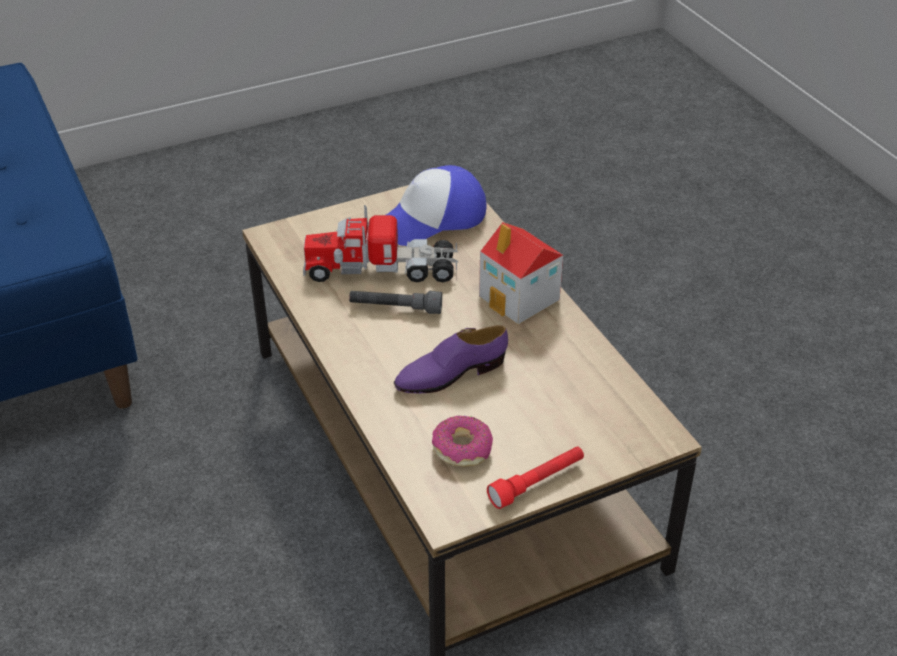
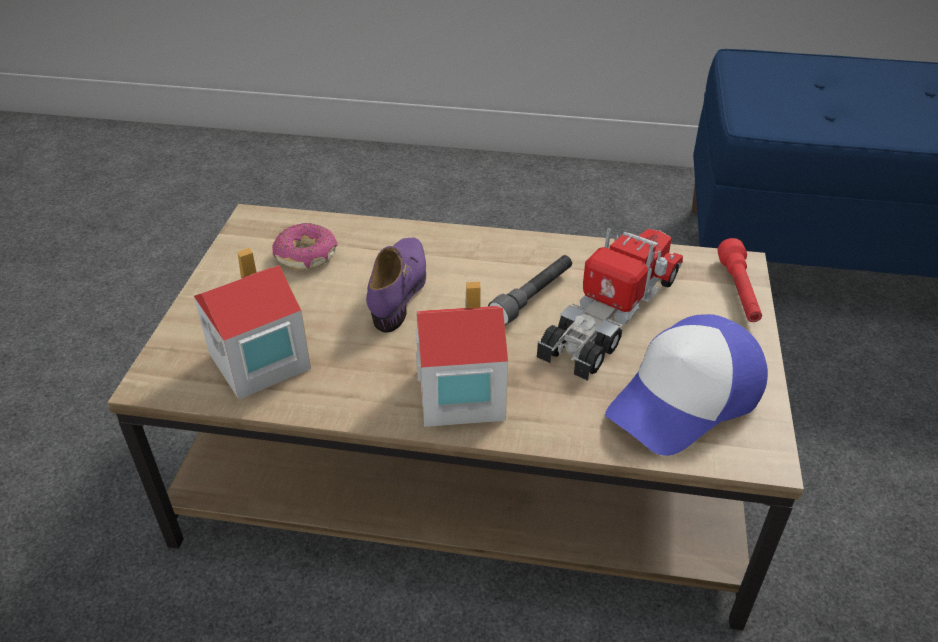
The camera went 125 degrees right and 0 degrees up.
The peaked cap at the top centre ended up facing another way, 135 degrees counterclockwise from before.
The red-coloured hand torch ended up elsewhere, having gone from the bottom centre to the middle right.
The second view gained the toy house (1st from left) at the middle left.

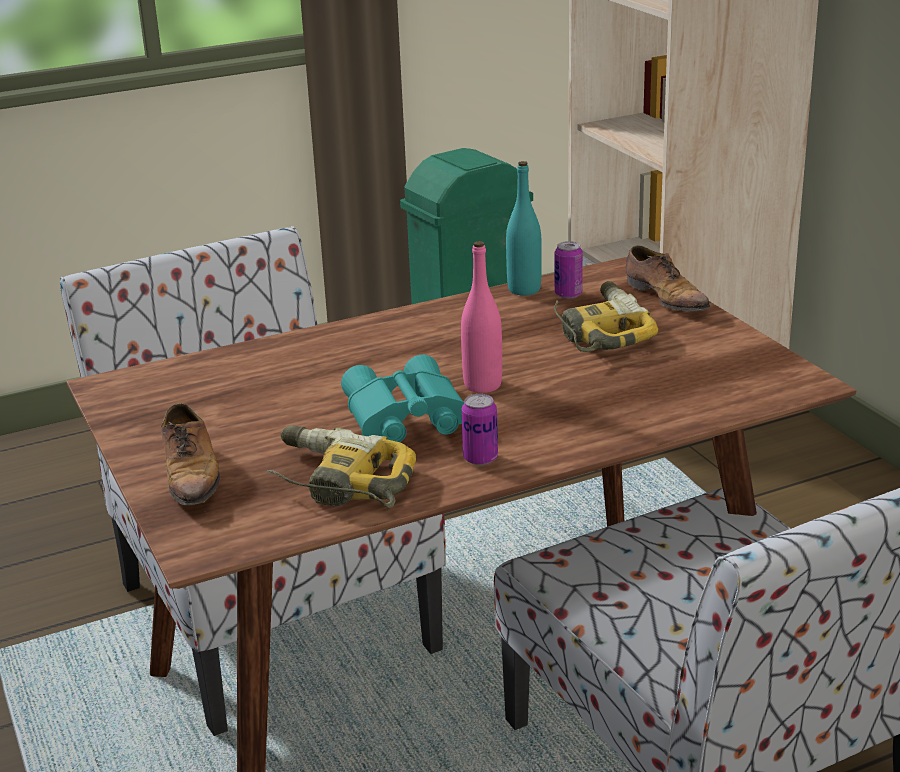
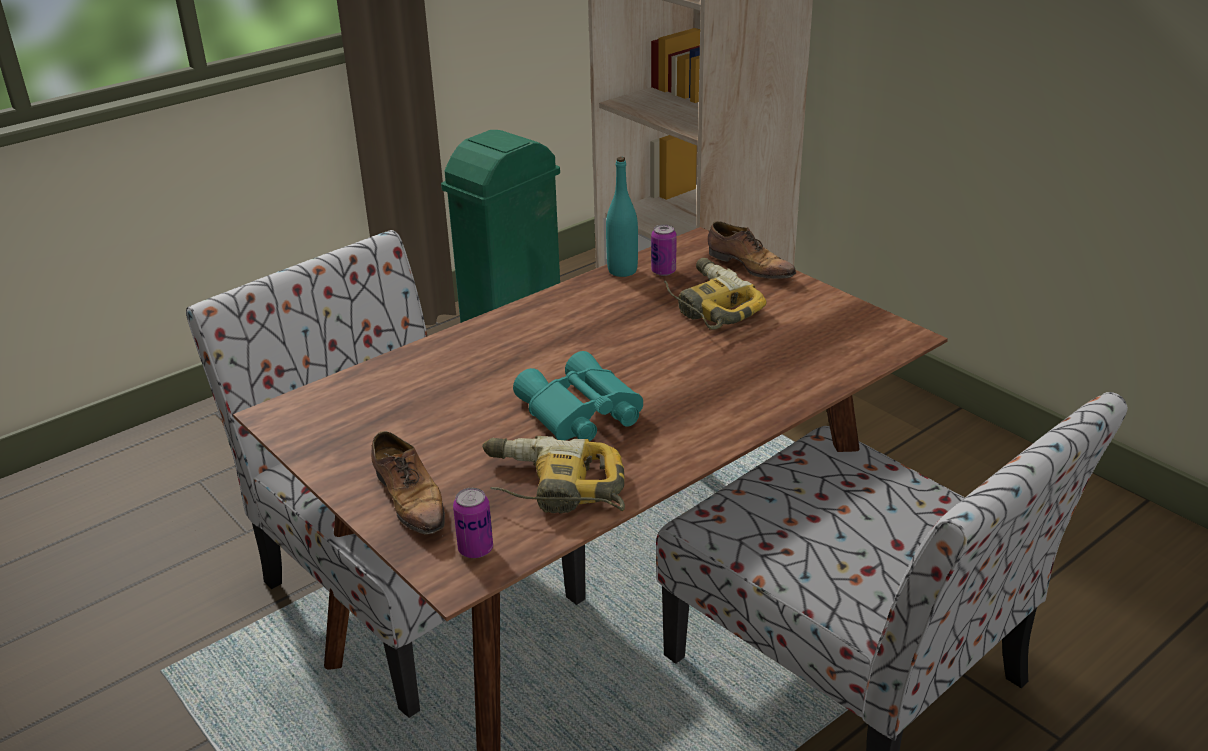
The camera went 15 degrees left and 5 degrees up.
The second view lost the pinkish beverage bottle at the centre.
The sealed can (1st from left) ended up elsewhere, having gone from the centre to the bottom centre.

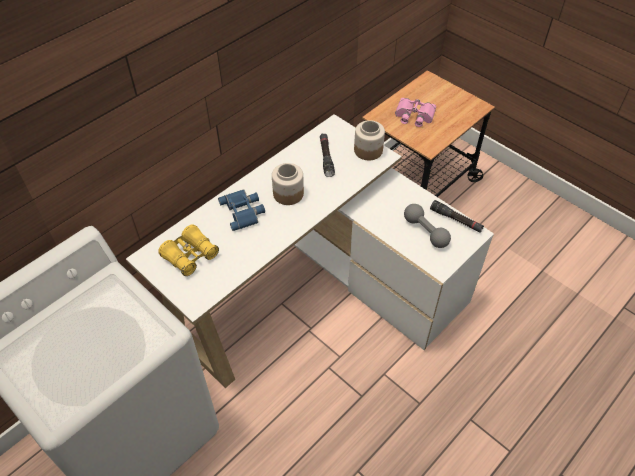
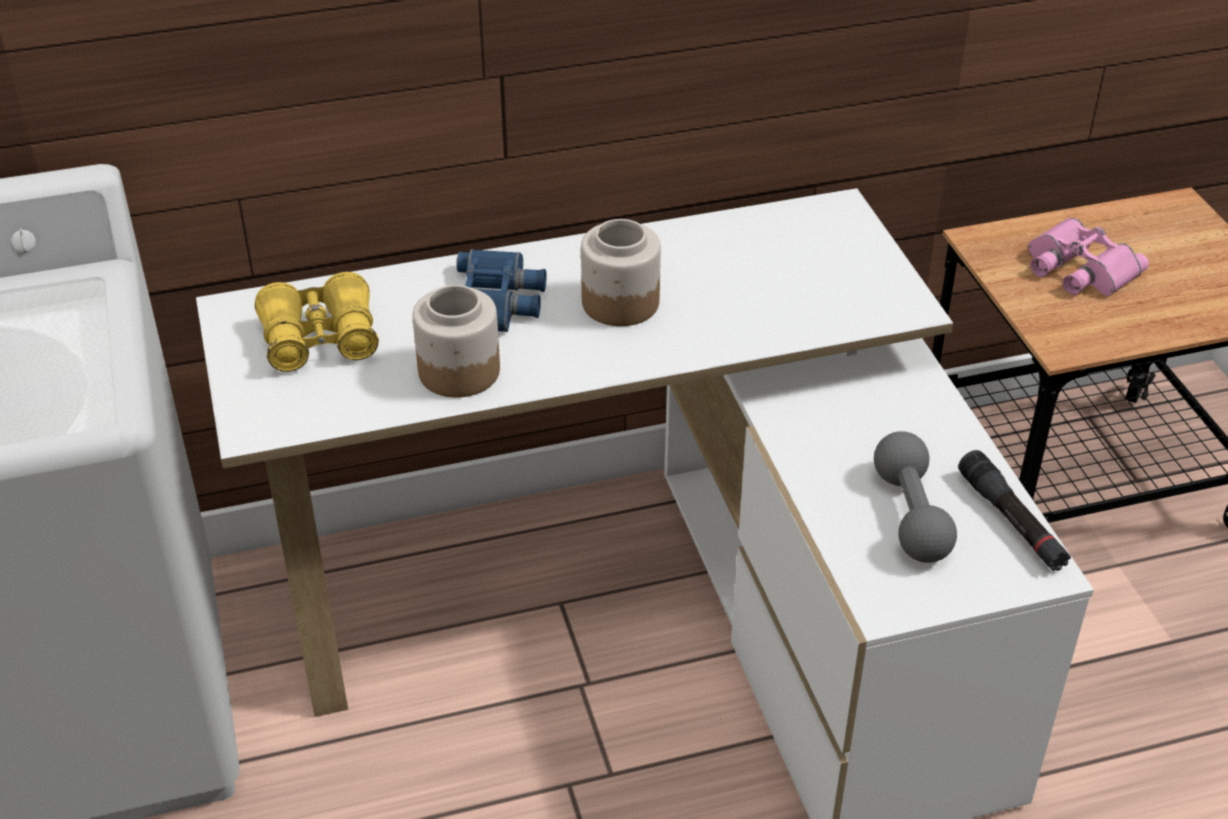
The camera went 30 degrees right and 10 degrees down.
The storage jar (2nd from left in the first image) ended up elsewhere, having gone from the top centre to the centre.
The second view lost the black hand torch (1st from left) at the top centre.

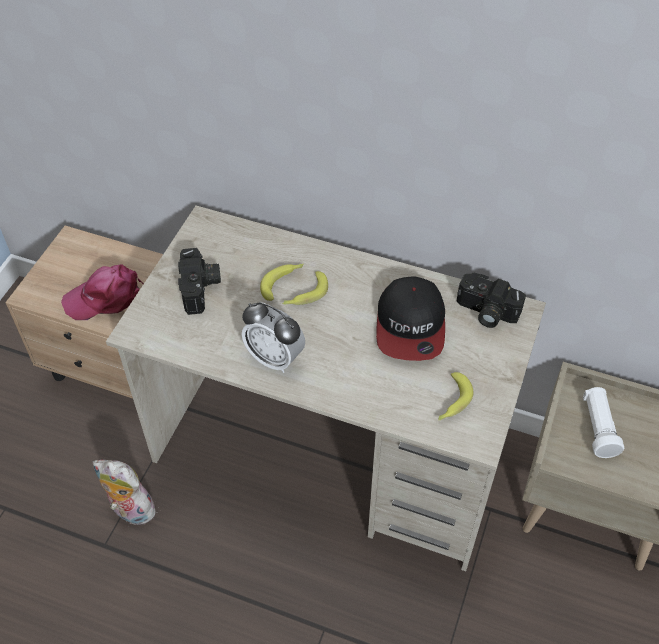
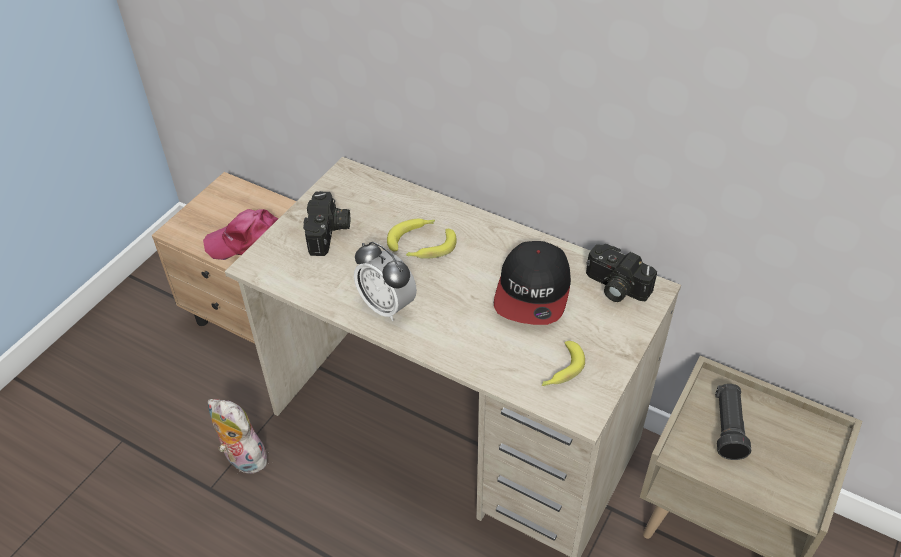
The camera went 10 degrees right and 5 degrees down.
What was the white-coloured hand torch at the middle right turned into the black hand torch at the bottom right.

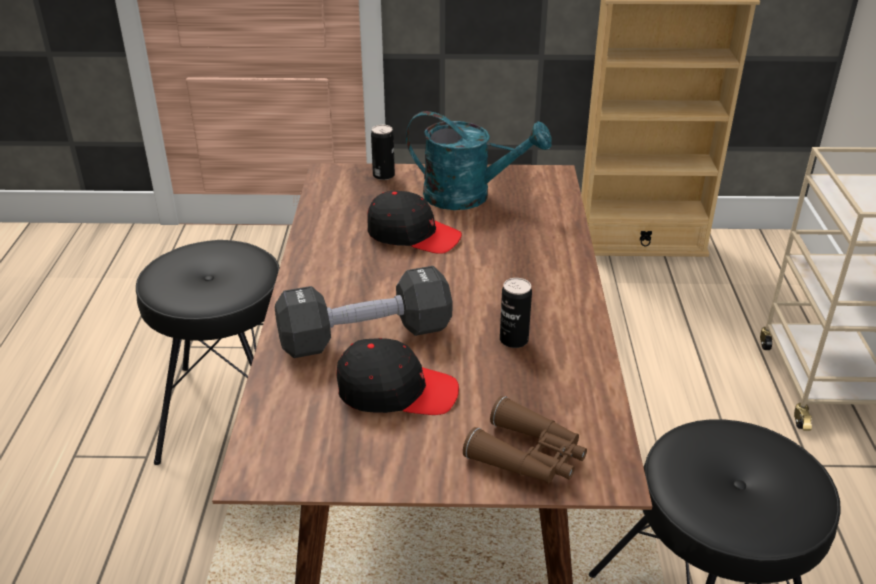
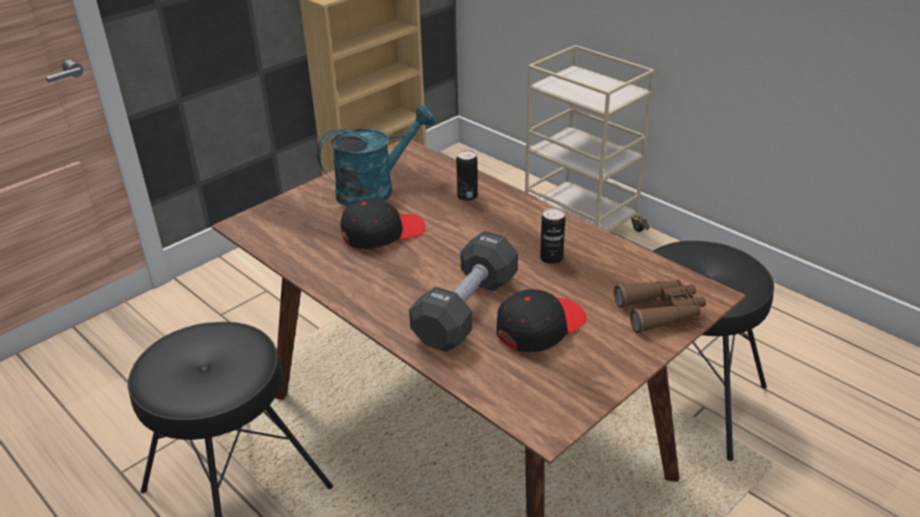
The camera went 45 degrees left and 0 degrees up.
The sealed can (1st from left) ended up elsewhere, having gone from the top centre to the centre.

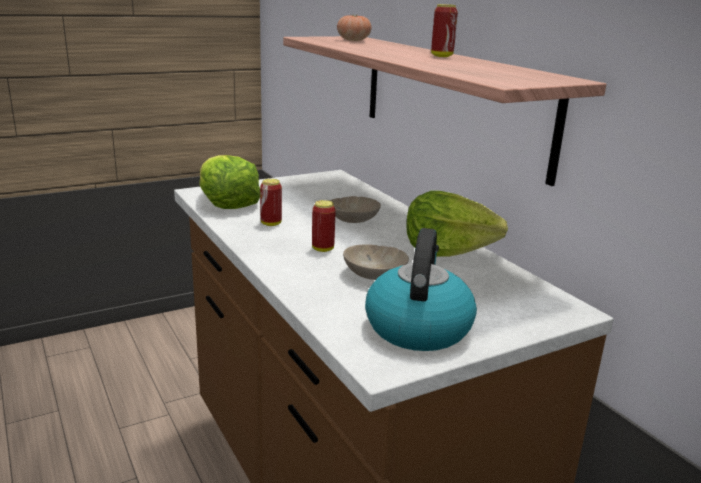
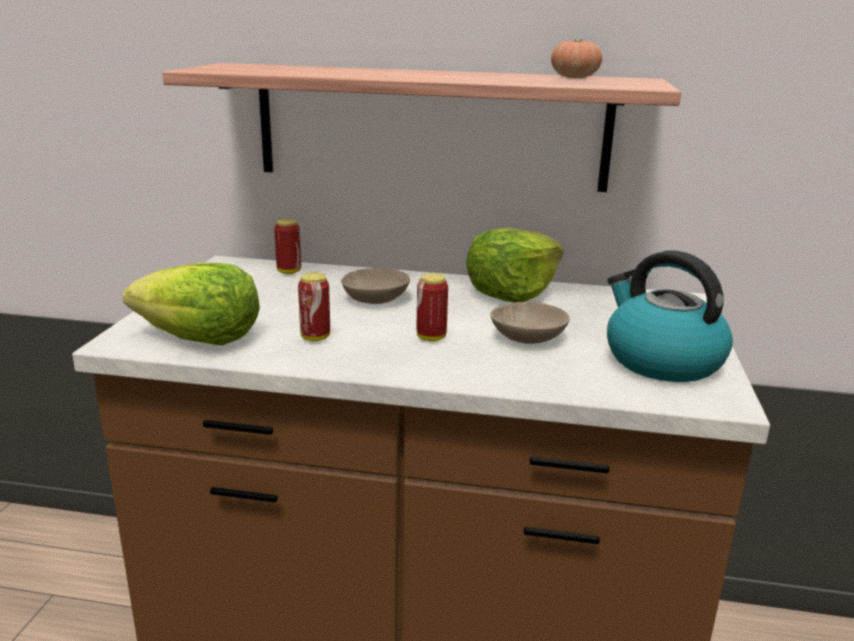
The camera went 50 degrees left and 0 degrees up.
The sealed can (3rd from left in the first image) ended up elsewhere, having gone from the top centre to the centre.
The tomato ended up elsewhere, having gone from the top centre to the top right.

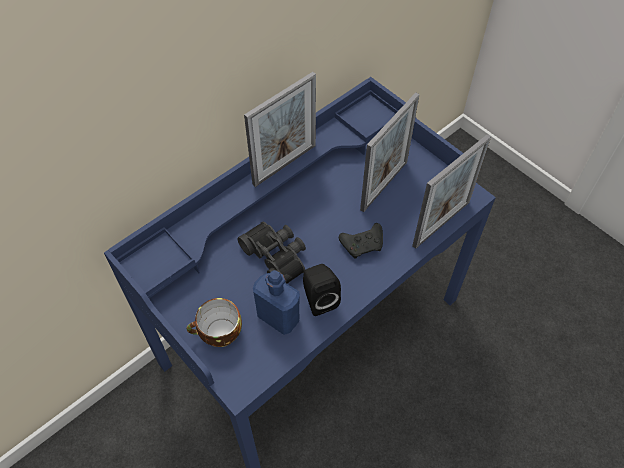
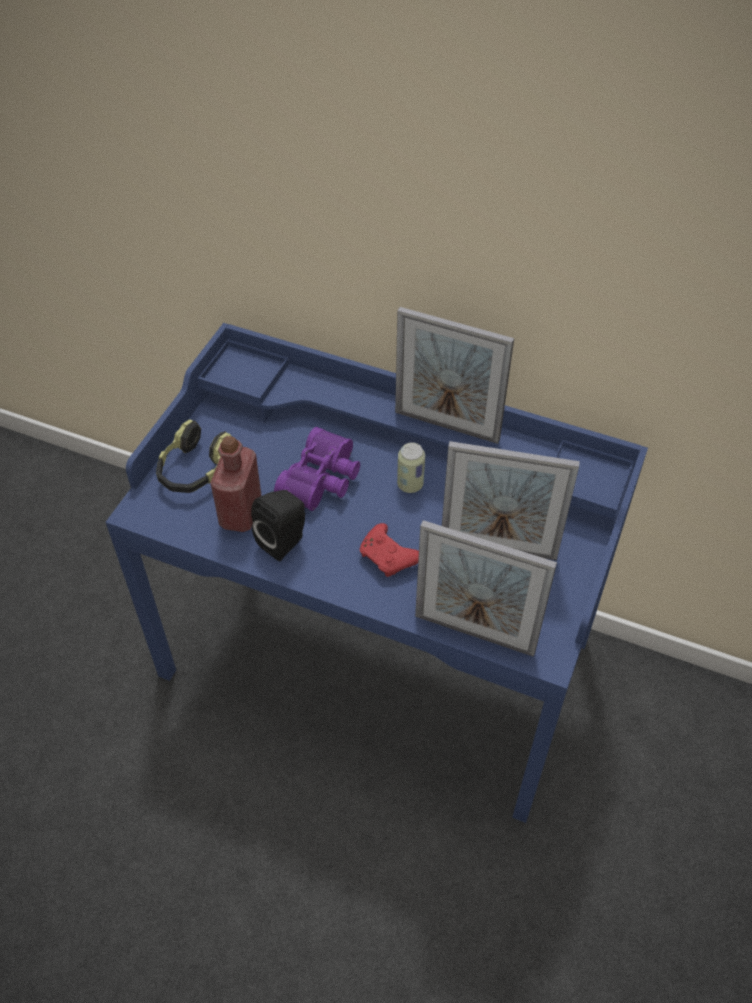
The camera went 65 degrees right and 5 degrees down.
What was the black pair of binoculars at the centre turned into the purplish pair of binoculars at the centre.
What was the black game controller at the centre turned into the red-coloured game controller at the centre.
What was the blue beverage bottle at the centre turned into the red-coloured beverage bottle at the middle left.
Where the small cup stood at the bottom centre, the pair of headphones came to stand at the middle left.
The second view gained the sealed can at the centre.

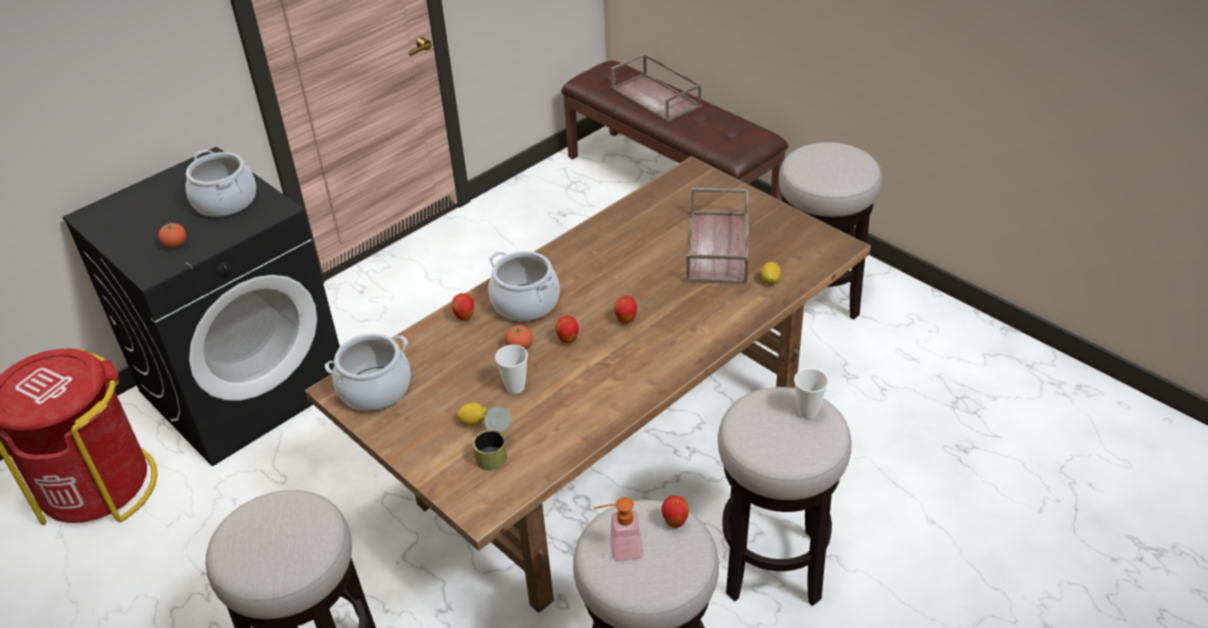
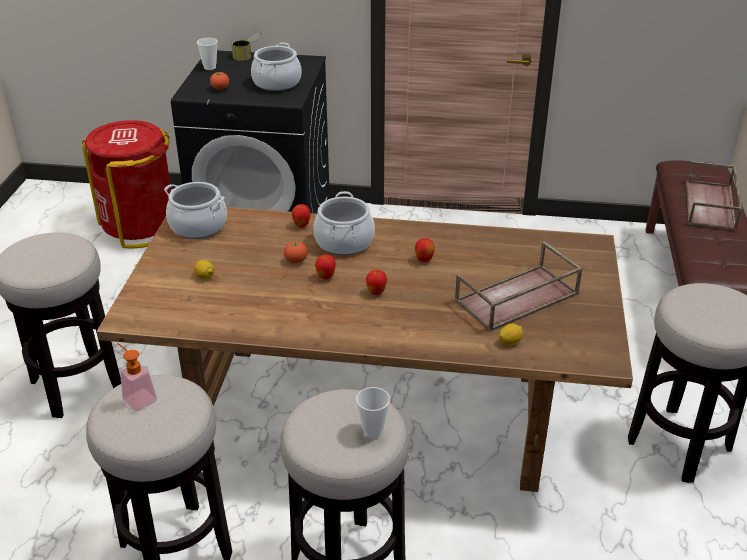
The camera went 50 degrees right and 5 degrees down.
The small cup (1st from left) ended up elsewhere, having gone from the centre to the top left.
The sealed can ended up elsewhere, having gone from the bottom centre to the top left.
The apple fruit (4th from left) ended up elsewhere, having gone from the bottom centre to the centre.

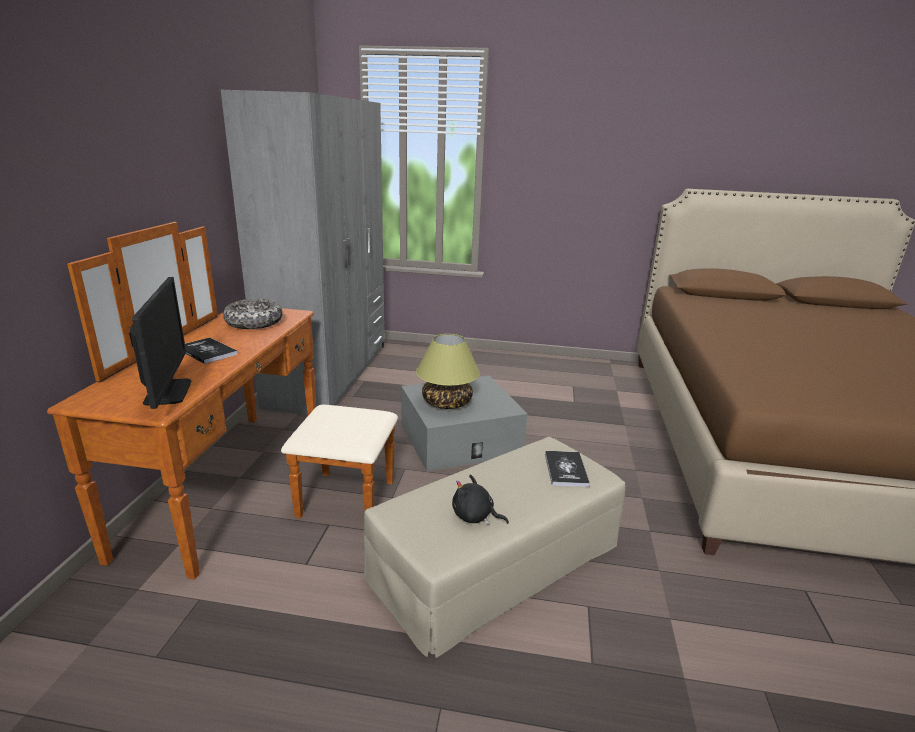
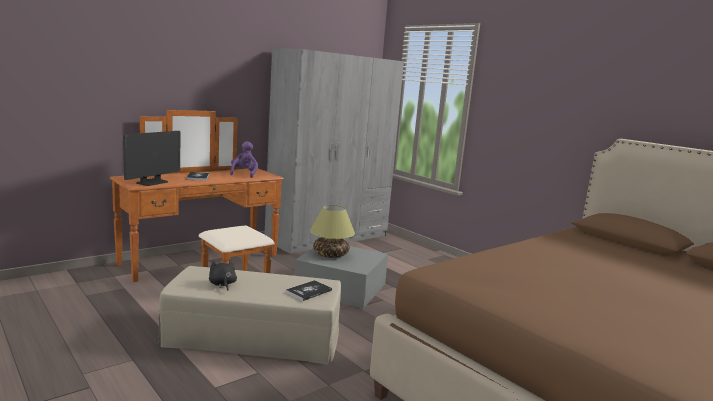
The camera went 40 degrees right and 10 degrees down.
Where the bowl stood at the middle left, the purplish plush toy came to stand at the centre.

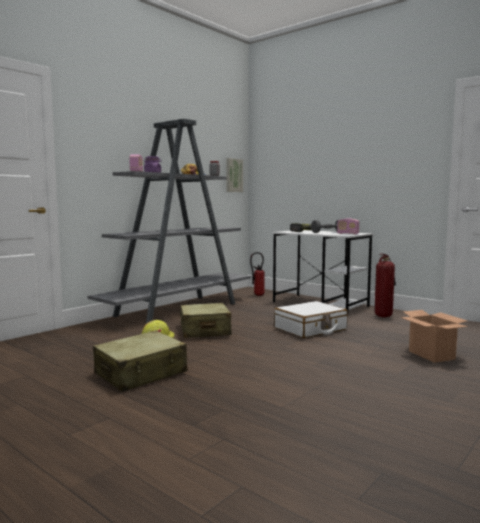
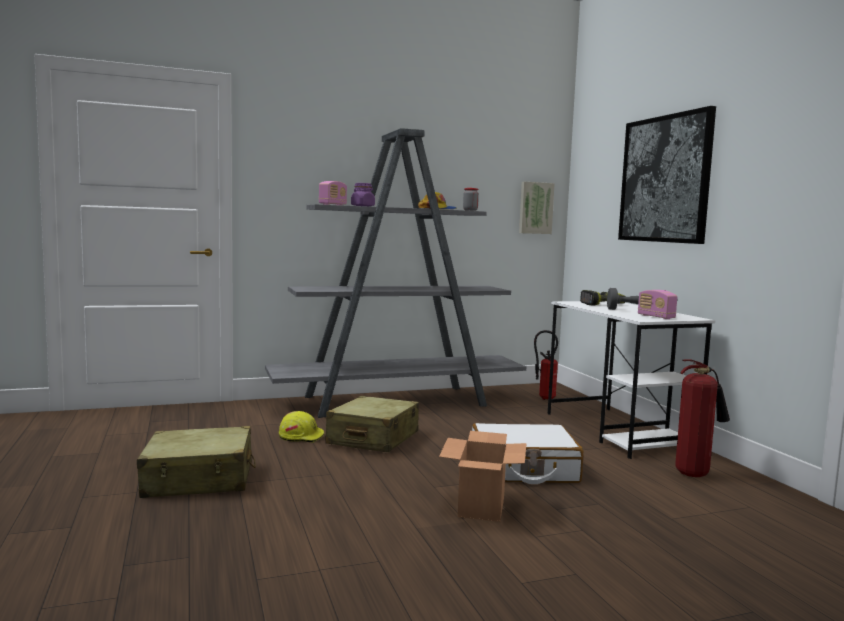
The camera went 30 degrees right and 0 degrees up.
The cardboard box ended up elsewhere, having gone from the middle right to the bottom centre.
The second view gained the wall picture (2nd from left) at the top right.

